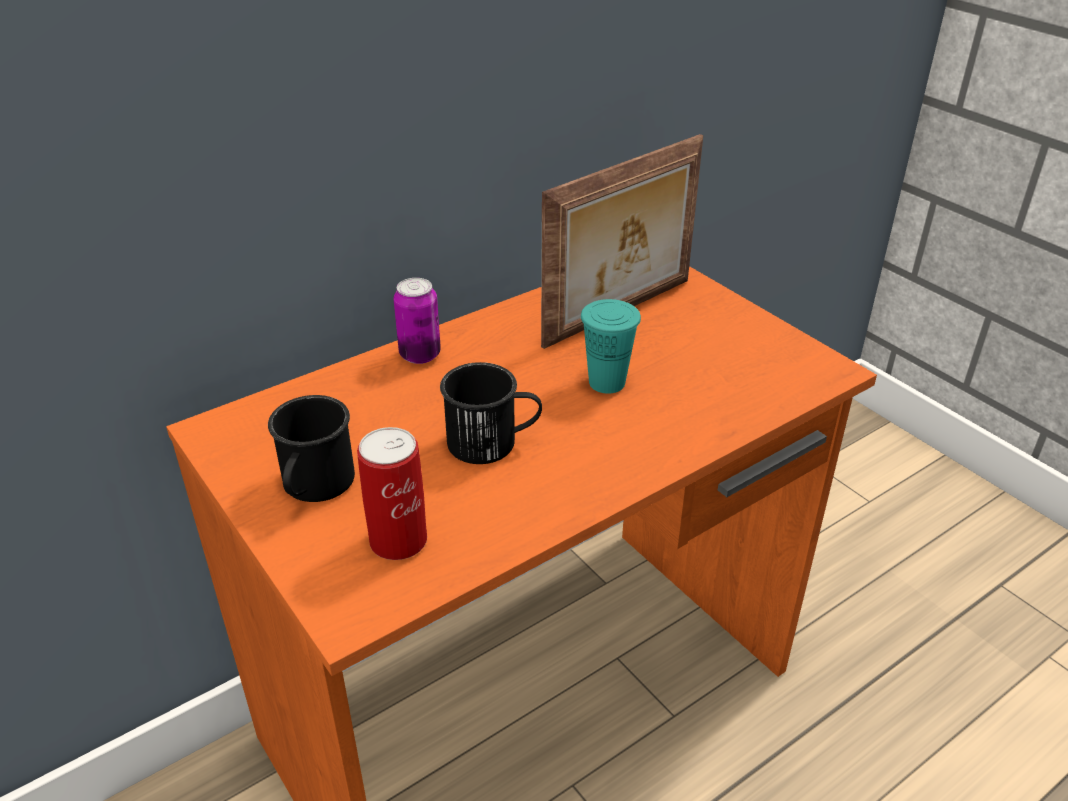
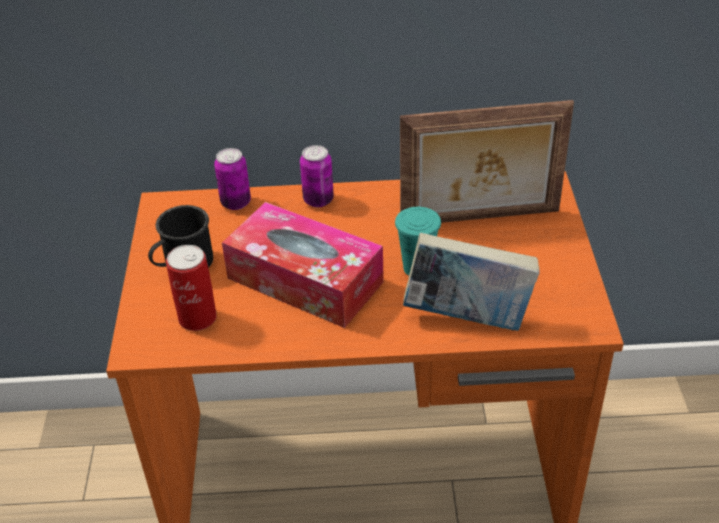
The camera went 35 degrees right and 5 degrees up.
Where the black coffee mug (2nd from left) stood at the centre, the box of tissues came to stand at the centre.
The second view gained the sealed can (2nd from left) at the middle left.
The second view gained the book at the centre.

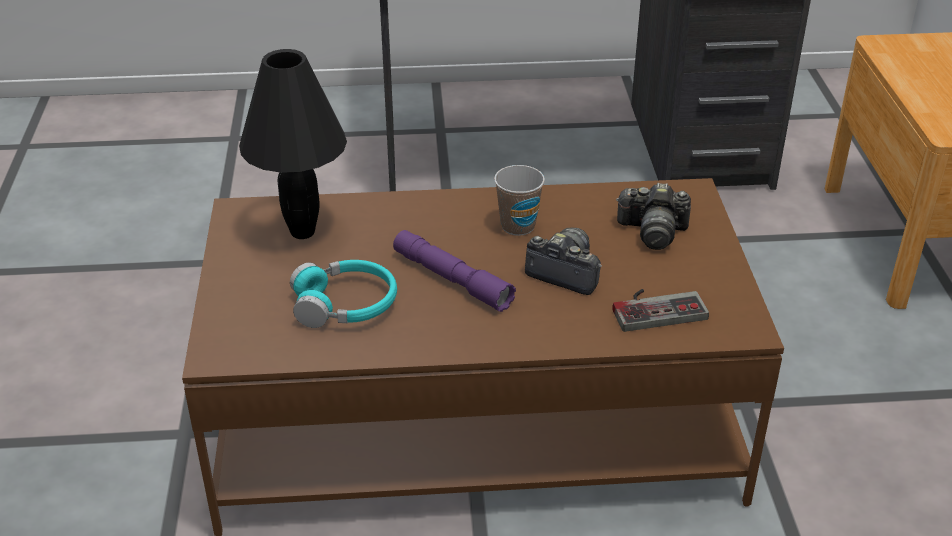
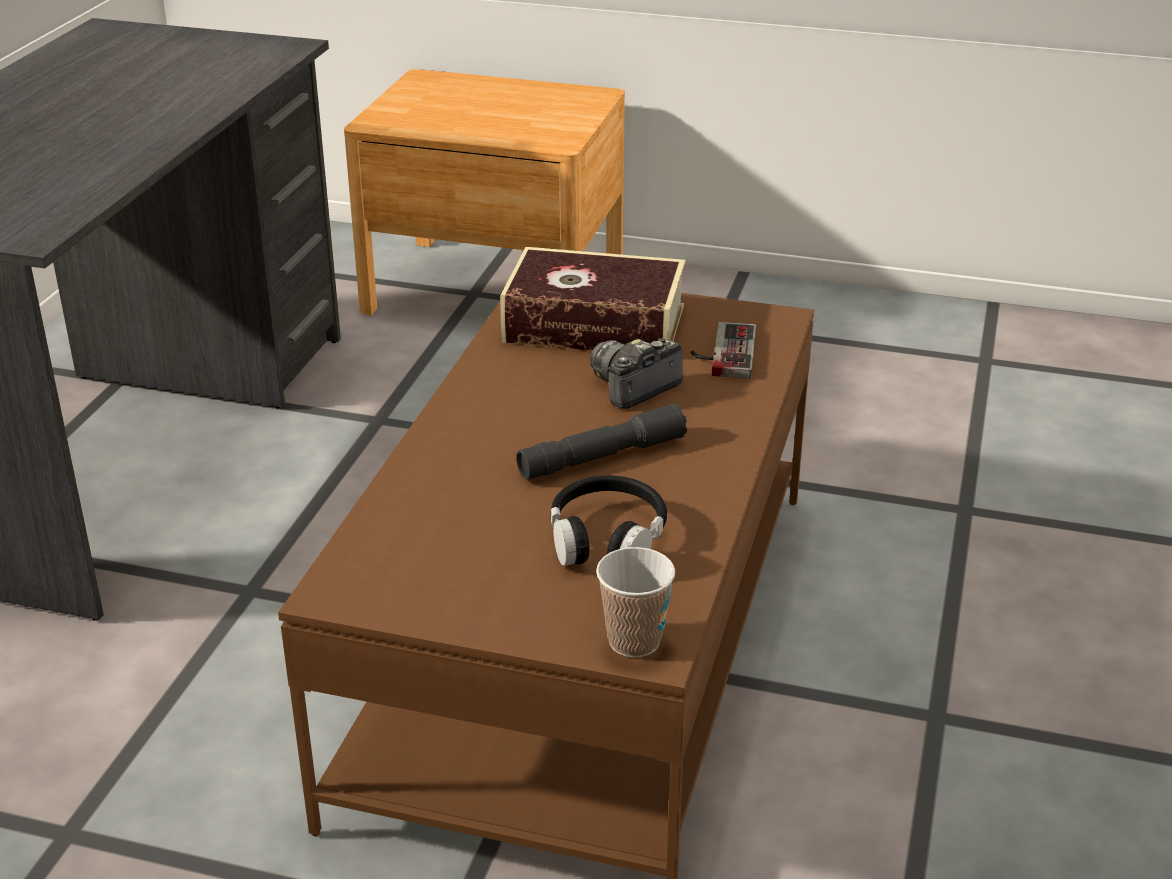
The camera went 70 degrees left and 5 degrees down.
The second view lost the black table lamp at the top left.
The small cup ended up elsewhere, having gone from the centre to the bottom centre.
Where the photo camera (2nd from left) stood at the middle right, the book came to stand at the centre.
What was the purplish hand torch at the centre turned into the greyish hand torch at the centre.
What was the blue-green pair of headphones at the centre turned into the black pair of headphones at the centre.

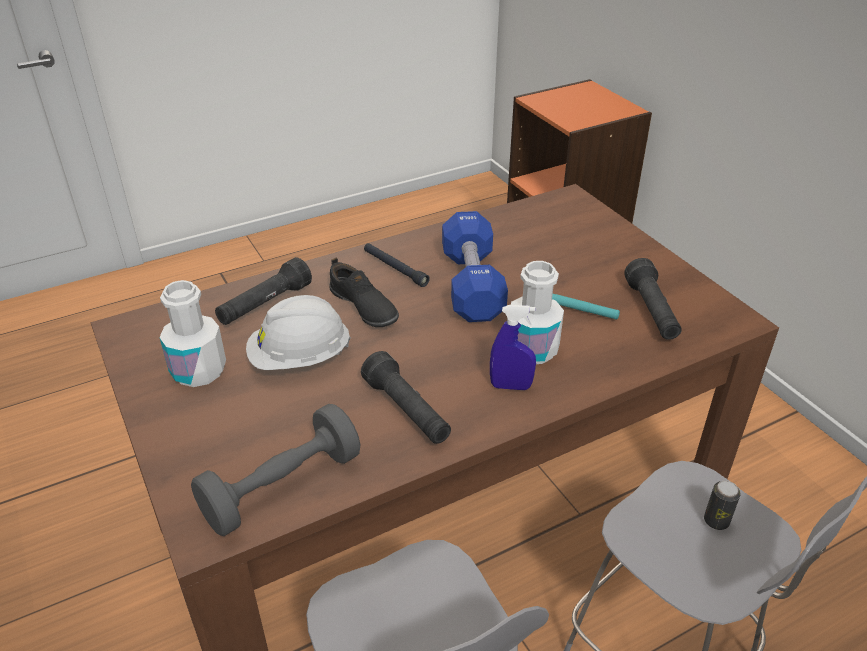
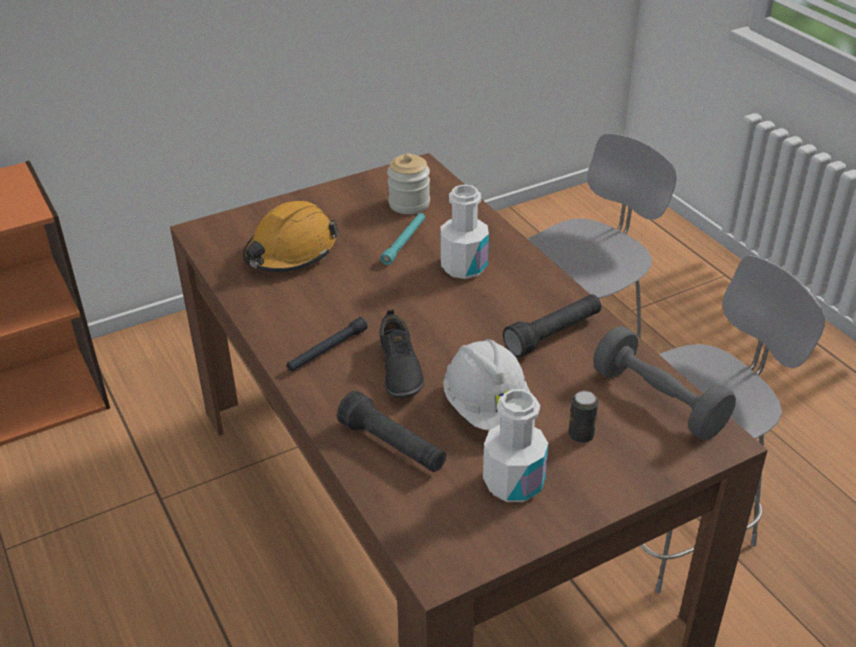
The camera went 90 degrees left and 0 degrees up.
The second view lost the blue hand weight at the centre.
The black item of footwear at the centre ended up facing another way, 120 degrees clockwise from before.
Where the black hand torch (4th from left) stood at the middle right, the storage jar came to stand at the top centre.
The second view lost the blue sprayer at the centre.
The sealed can ended up elsewhere, having gone from the bottom right to the middle right.
The second view gained the orange-coloured work helmet at the centre.

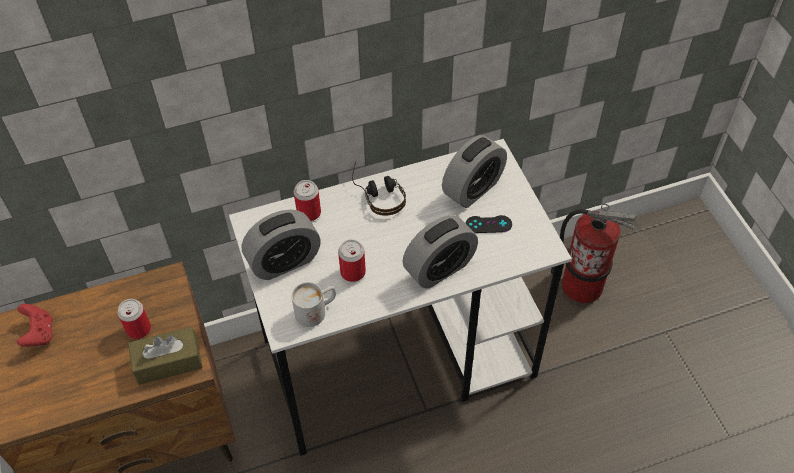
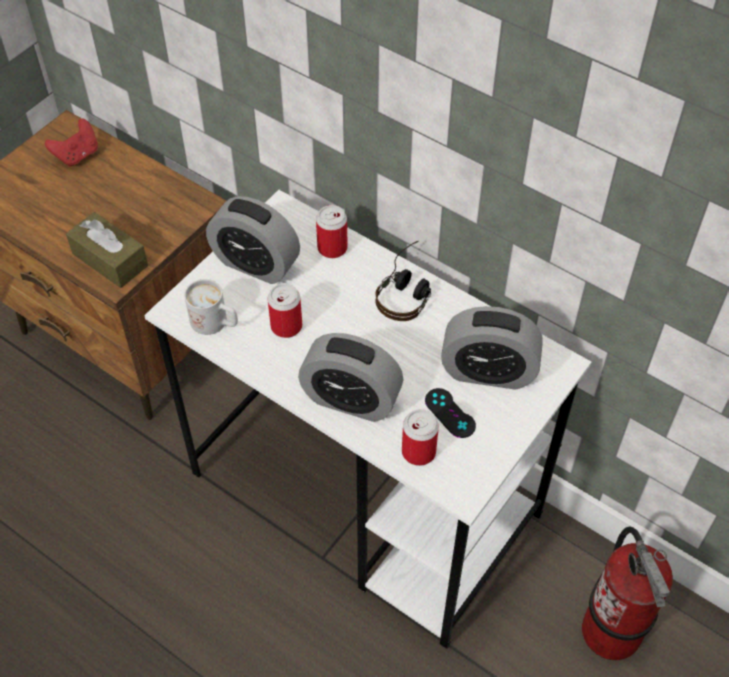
The camera went 55 degrees right and 0 degrees up.
The sealed can (1st from left in the first image) ended up elsewhere, having gone from the bottom left to the centre.

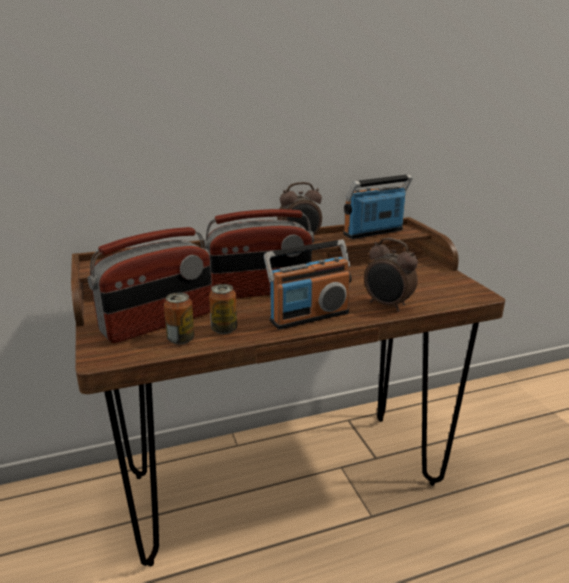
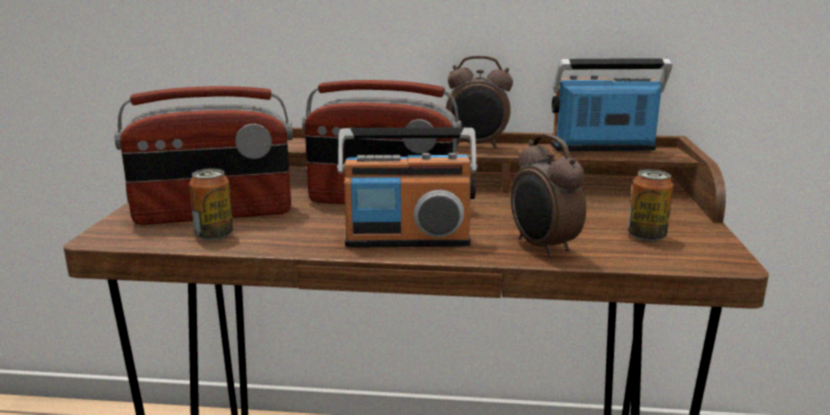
The camera went 25 degrees right and 5 degrees down.
The sealed can (2nd from left) ended up elsewhere, having gone from the centre to the middle right.

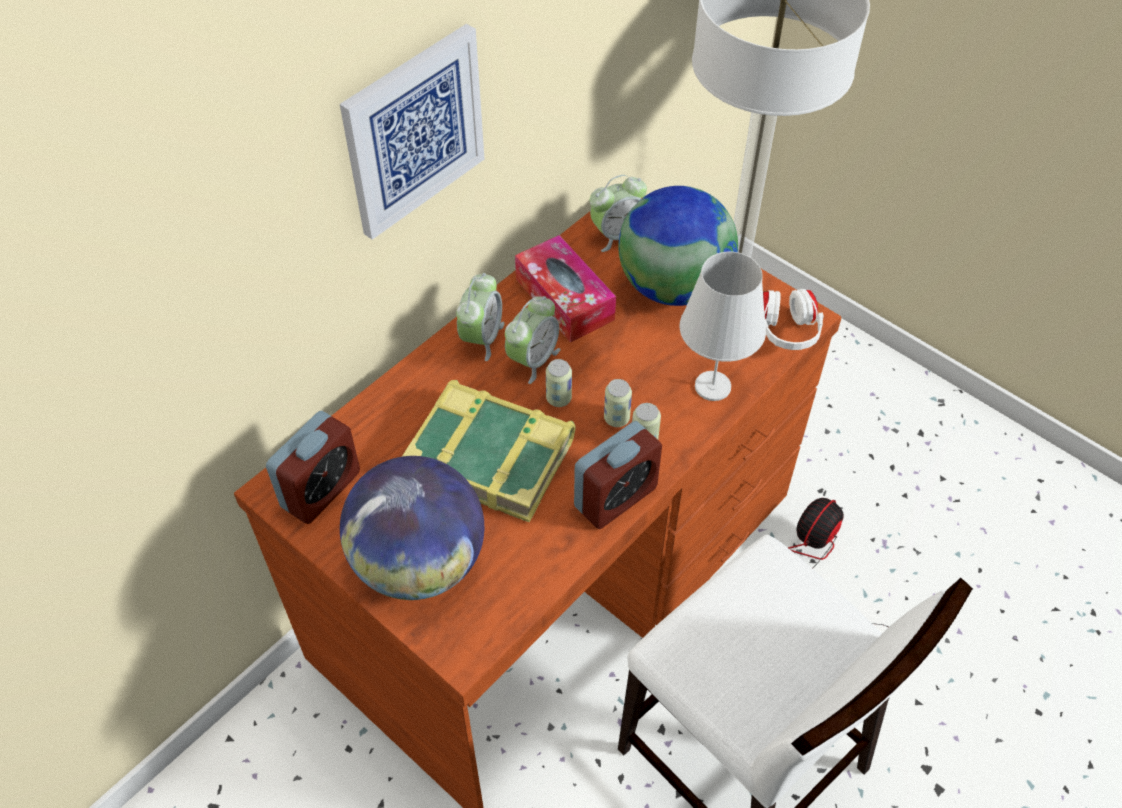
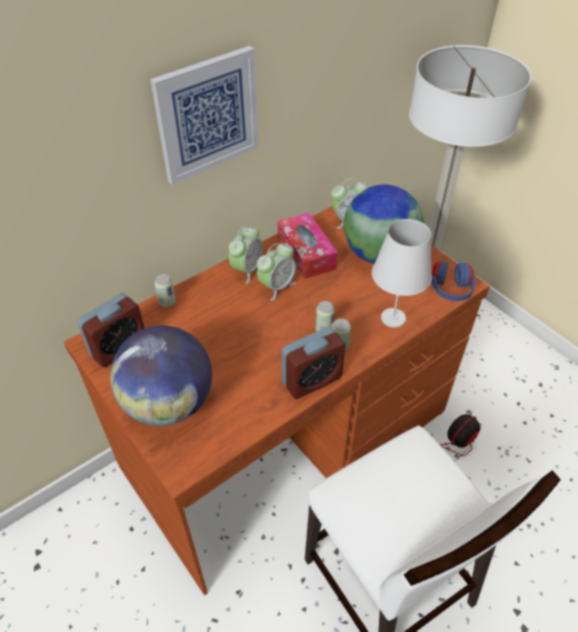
The camera went 10 degrees right and 5 degrees down.
What was the white-coloured pair of headphones at the middle right turned into the blue pair of headphones at the middle right.
The sealed can (1st from left) ended up elsewhere, having gone from the centre to the middle left.
The second view lost the book at the centre.

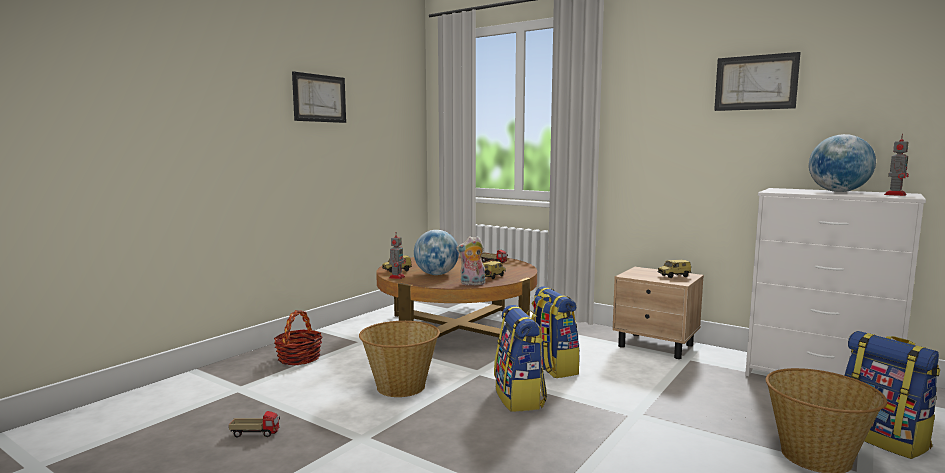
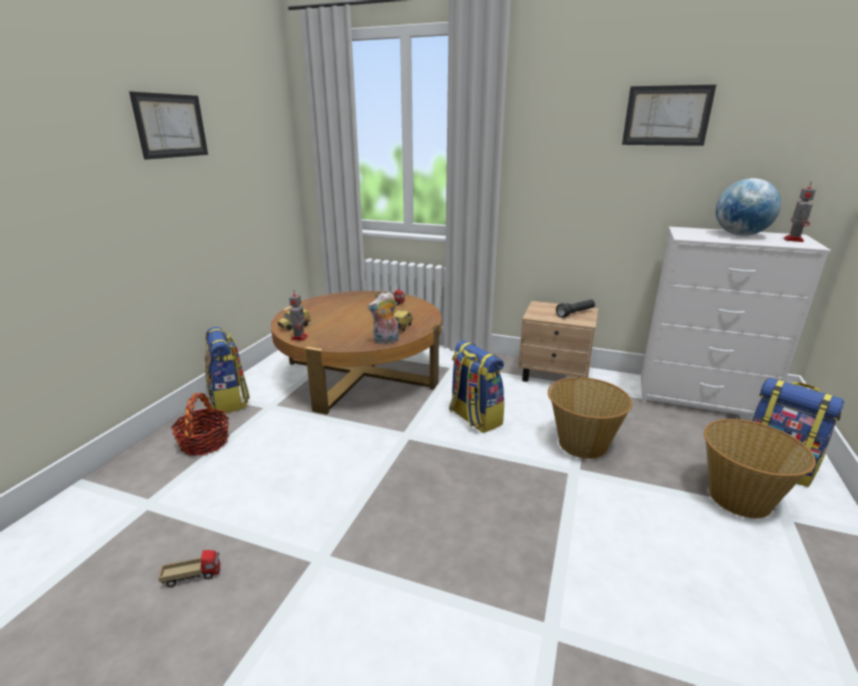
The camera went 15 degrees left and 15 degrees up.
The second view lost the world globe (1st from left) at the centre.
Where the toy car (3rd from left) stood at the middle right, the black hand torch came to stand at the middle right.
The rucksack (1st from left) ended up elsewhere, having gone from the bottom centre to the middle left.
The basket (2nd from left) ended up elsewhere, having gone from the bottom centre to the middle right.

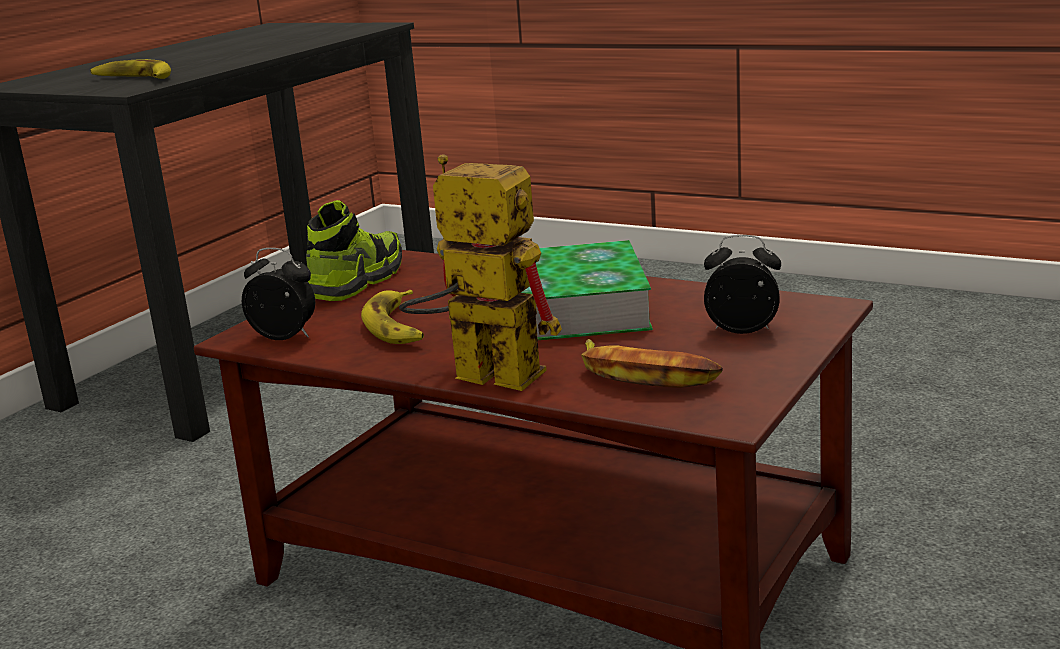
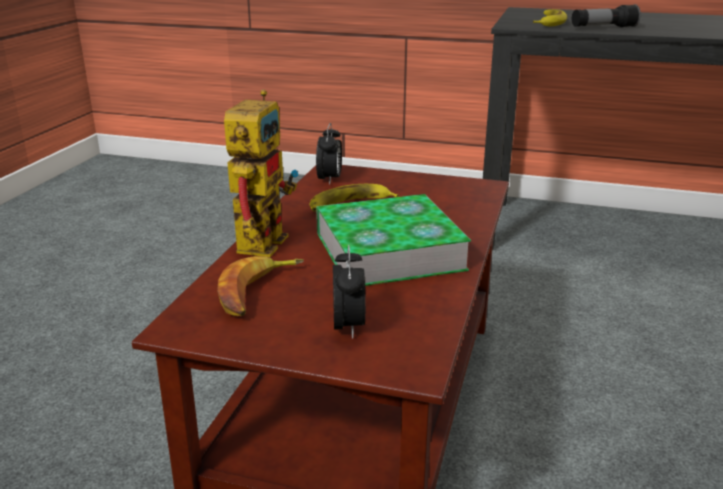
The camera went 75 degrees right and 5 degrees up.
The second view lost the item of footwear at the centre.
The second view gained the hand torch at the top right.

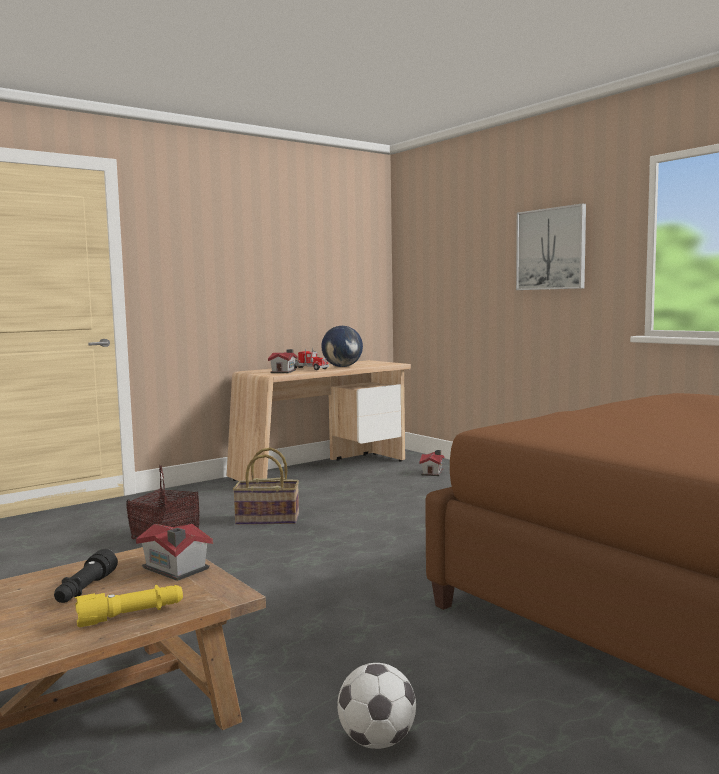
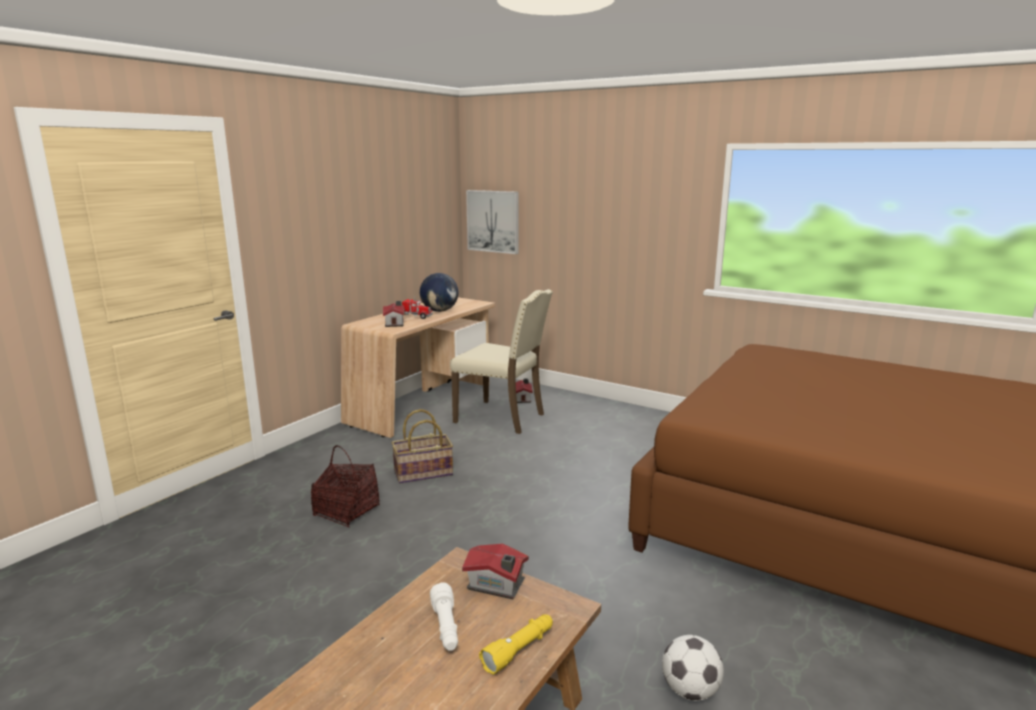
The camera went 20 degrees left and 10 degrees up.
The wall picture ended up elsewhere, having gone from the top right to the top centre.
What was the black hand torch at the bottom left turned into the white-coloured hand torch at the bottom centre.
The second view gained the beige-coloured chair at the centre.

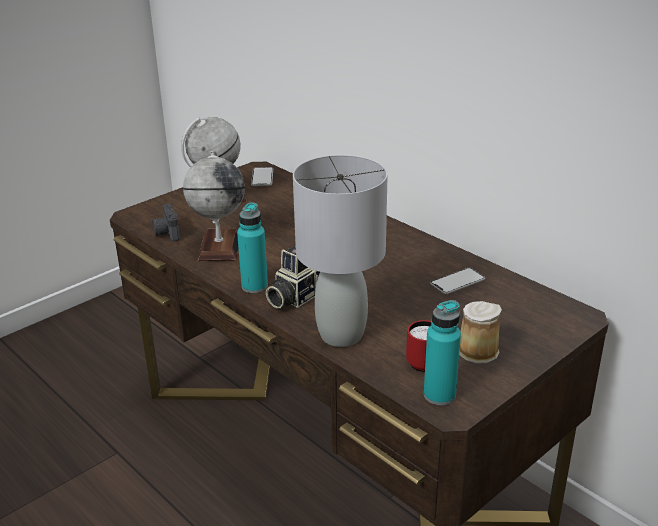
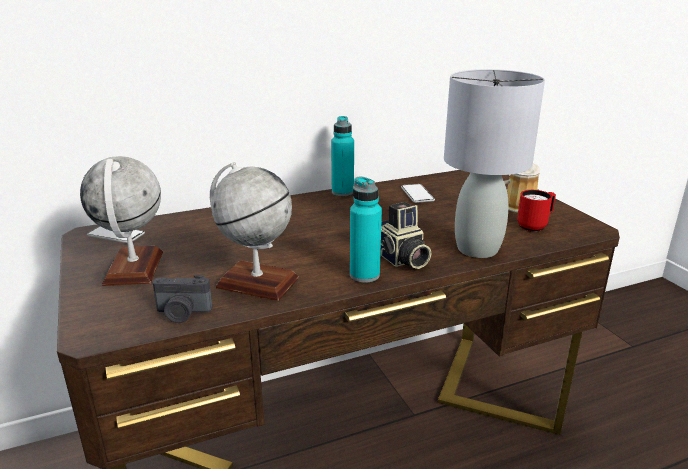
The camera went 70 degrees left and 5 degrees down.
The blue-green beverage bottle (2nd from left in the first image) ended up elsewhere, having gone from the bottom right to the top centre.

